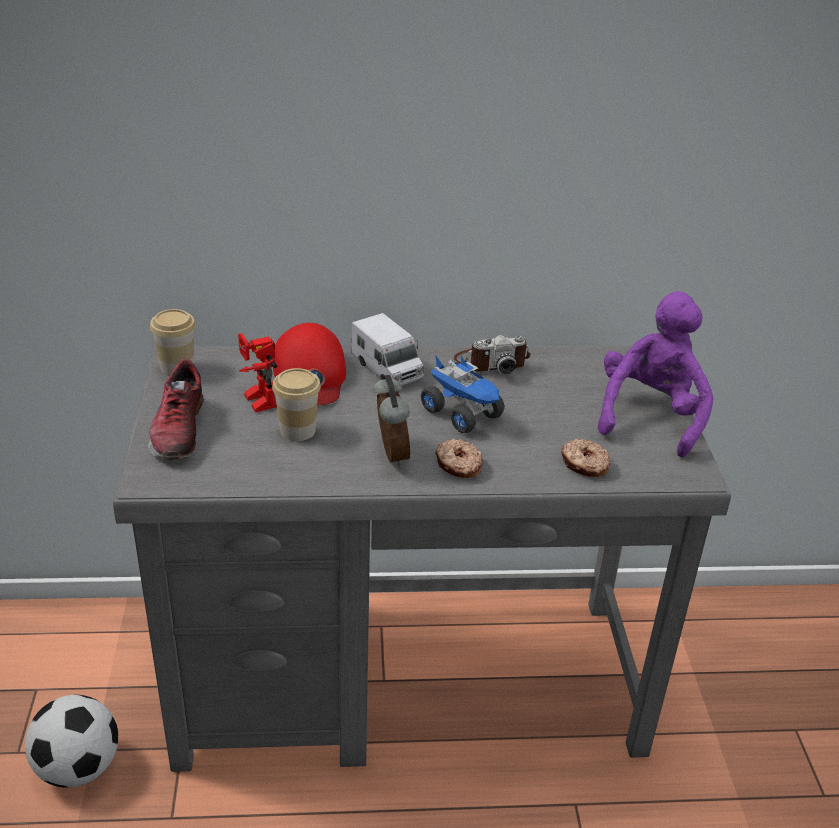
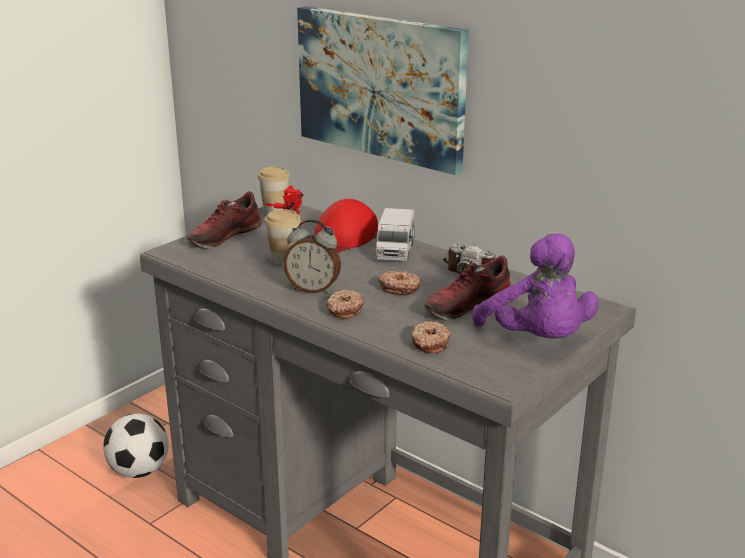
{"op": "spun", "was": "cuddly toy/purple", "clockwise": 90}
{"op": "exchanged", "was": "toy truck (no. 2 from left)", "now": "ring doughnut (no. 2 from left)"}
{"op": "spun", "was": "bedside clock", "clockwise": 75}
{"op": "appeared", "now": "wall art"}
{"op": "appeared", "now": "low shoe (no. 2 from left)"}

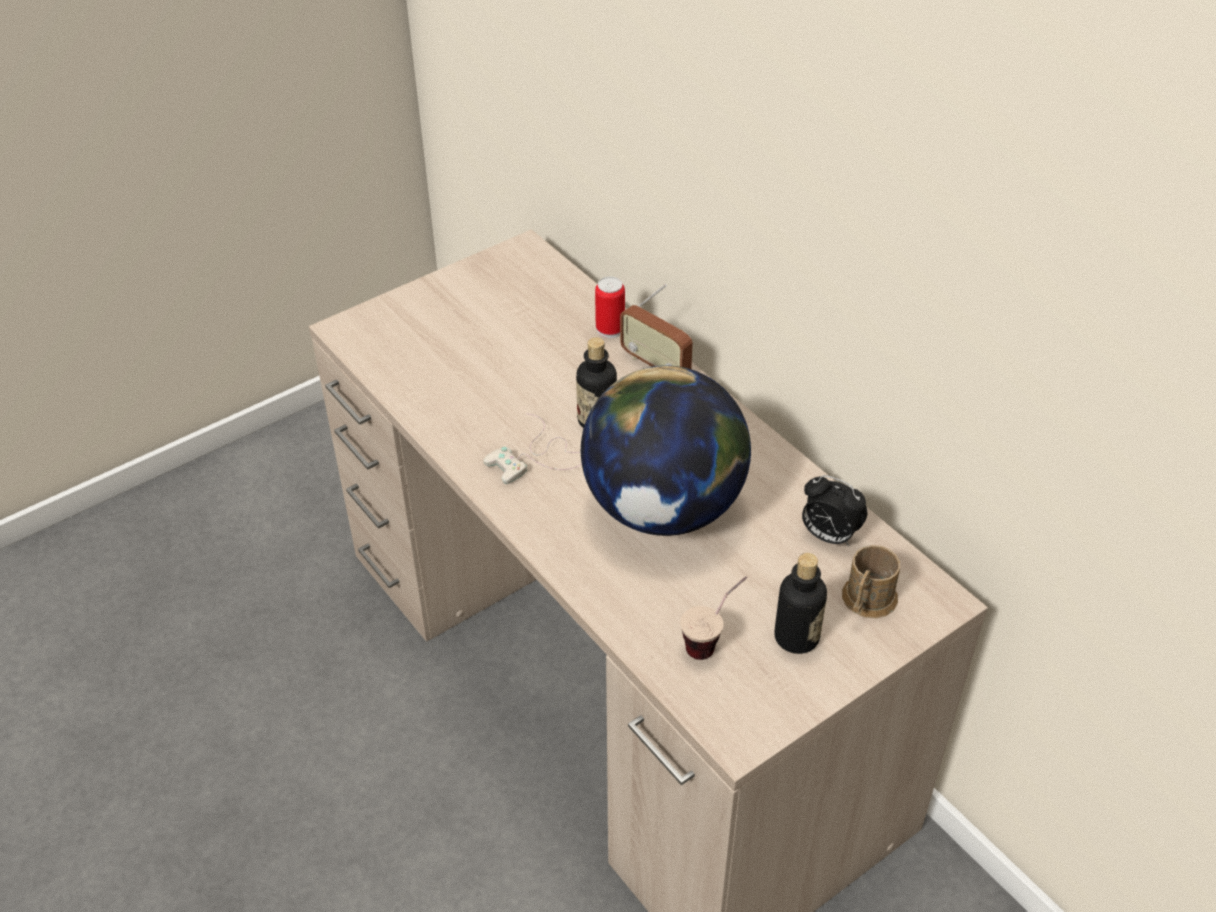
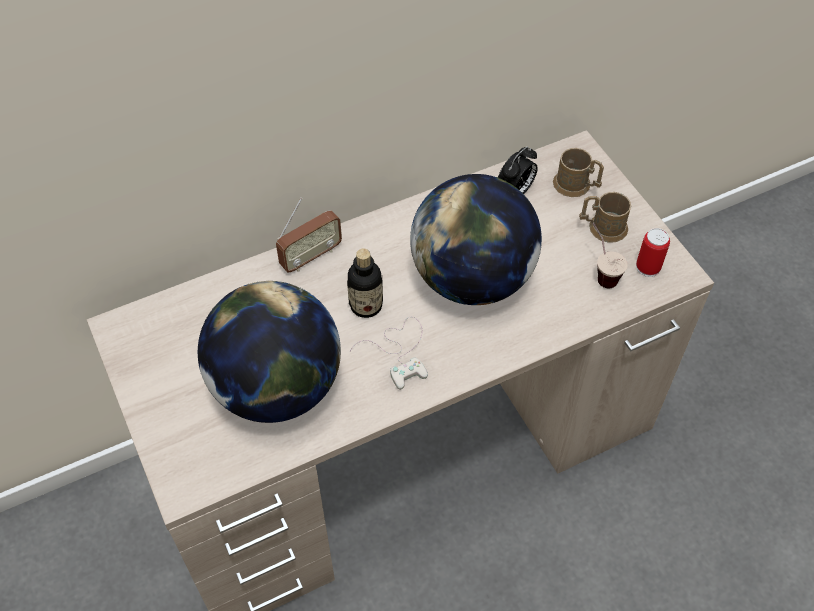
{"op": "relocated", "was": "sealed can"}
{"op": "exchanged", "was": "bottle (no. 2 from left)", "now": "coffee mug/brown-coloured (no. 2 from left)"}
{"op": "appeared", "now": "world globe (no. 1 from left)"}

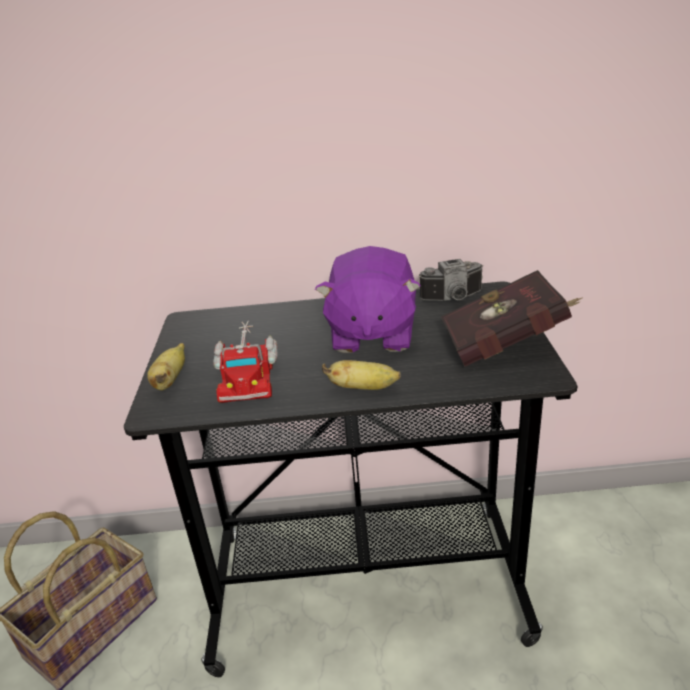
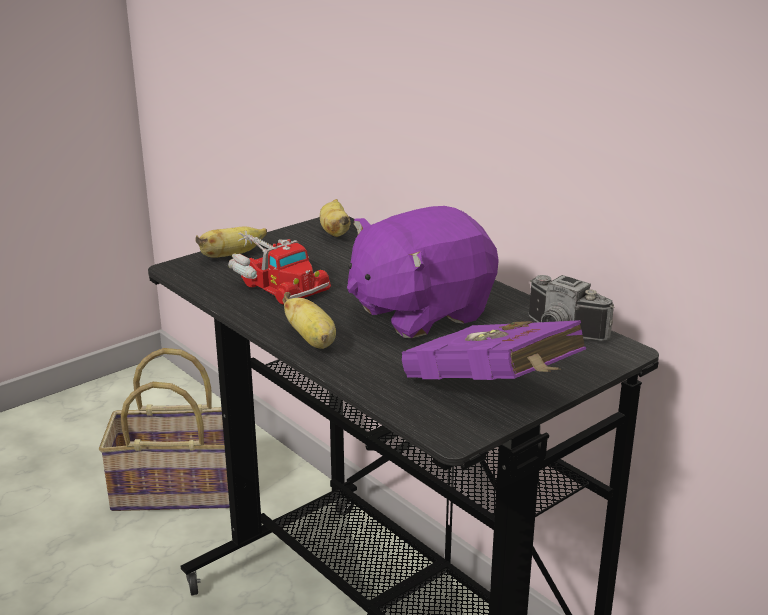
{"op": "colour", "was": "bound book/reddish", "now": "bound book/purple"}
{"op": "spun", "was": "toy truck", "clockwise": -90}
{"op": "appeared", "now": "banana fruit (no. 3 from left)"}

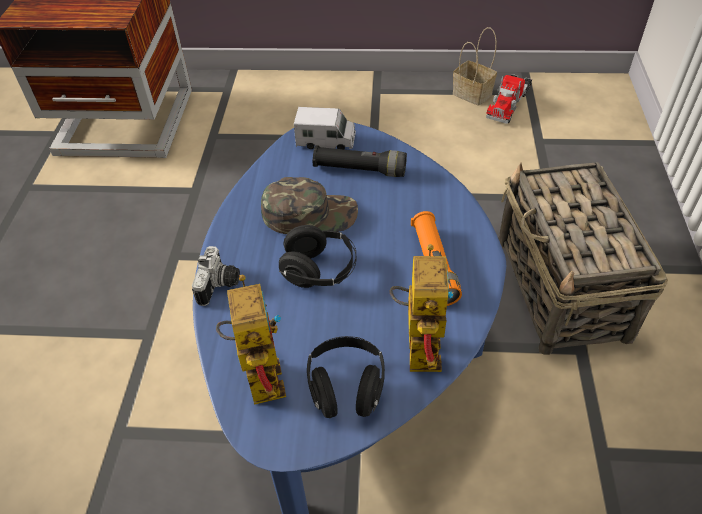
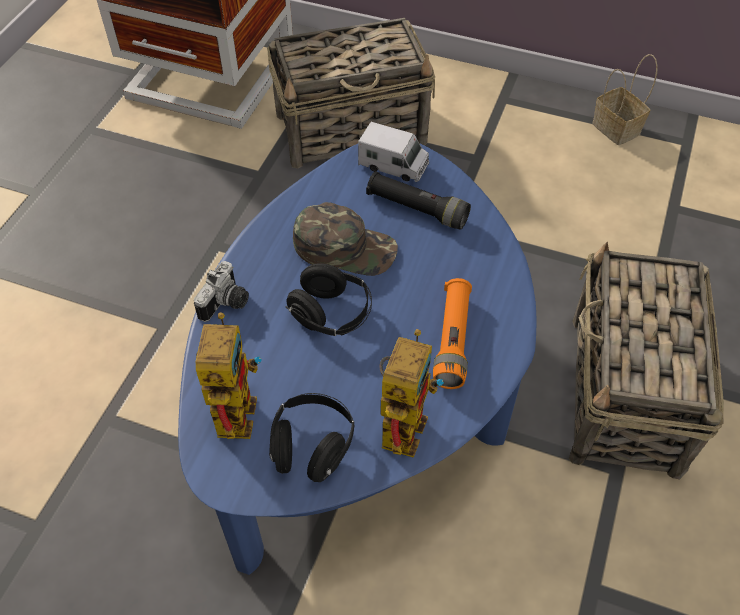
{"op": "missing", "was": "toy truck (no. 2 from left)"}
{"op": "appeared", "now": "storage basket (no. 1 from left)"}

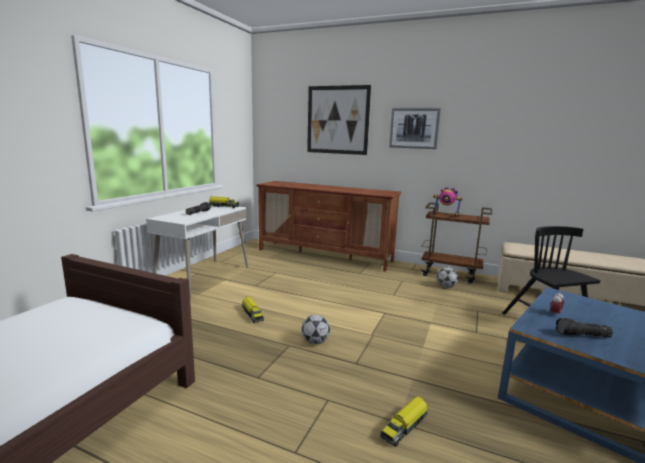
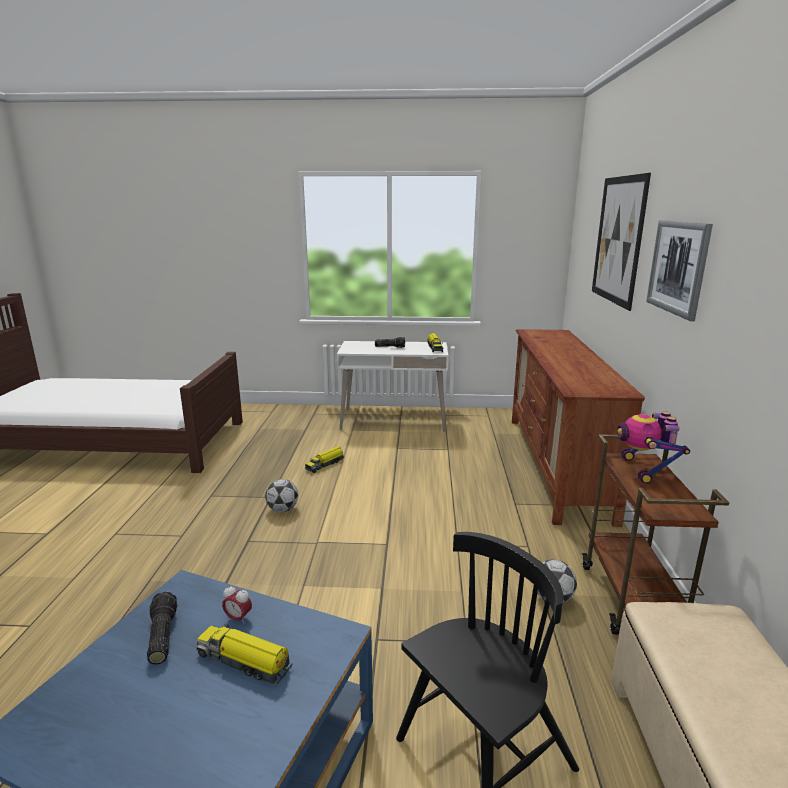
{"op": "relocated", "was": "toy truck (no. 3 from left in the first image)", "now": "toy truck (no. 1 from left)"}

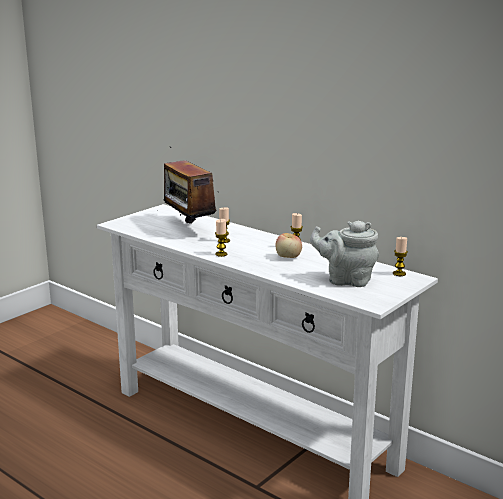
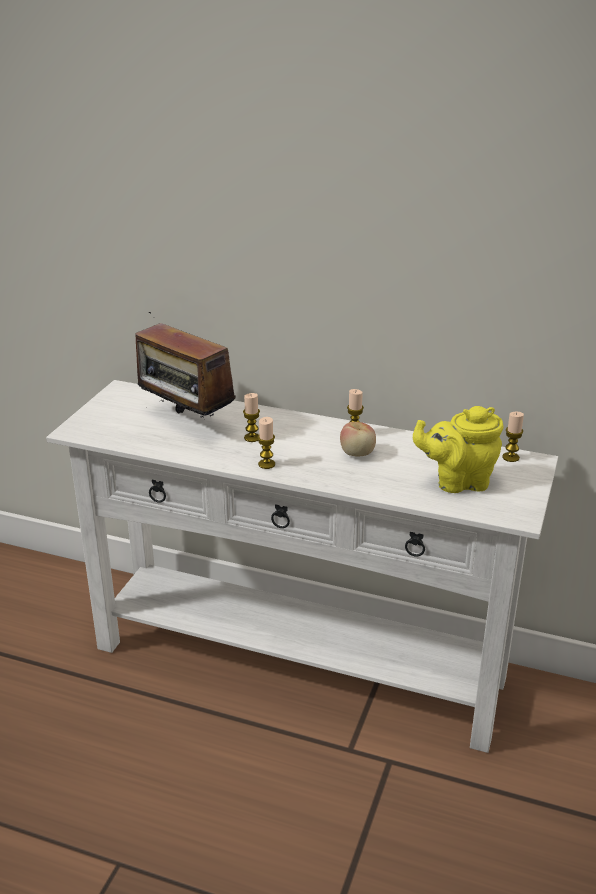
{"op": "colour", "was": "pot for tea/greyish", "now": "pot for tea/yellow"}

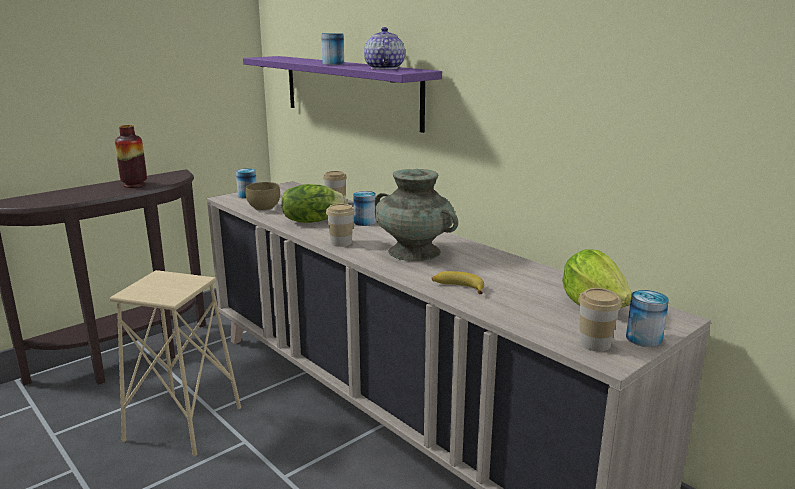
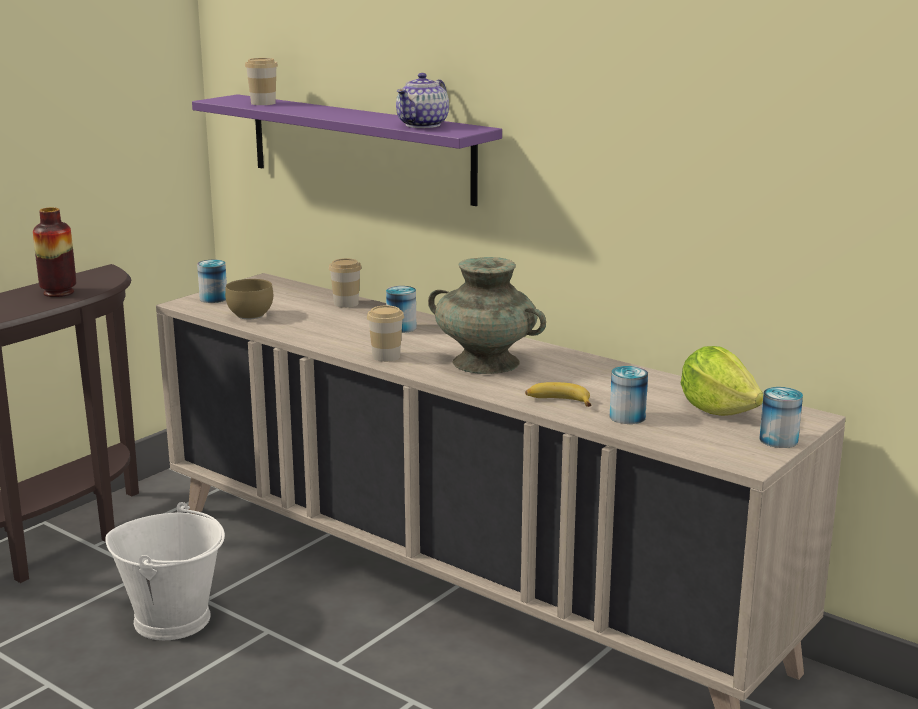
{"op": "spun", "was": "pot for tea", "clockwise": -135}
{"op": "relocated", "was": "sealed can (no. 2 from left in the first image)", "now": "sealed can (no. 3 from left)"}
{"op": "missing", "was": "lettuce head (no. 1 from left)"}
{"op": "exchanged", "was": "stool seat/sand-coloured", "now": "bucket/white"}
{"op": "relocated", "was": "cup (no. 3 from left in the first image)", "now": "cup (no. 1 from left)"}

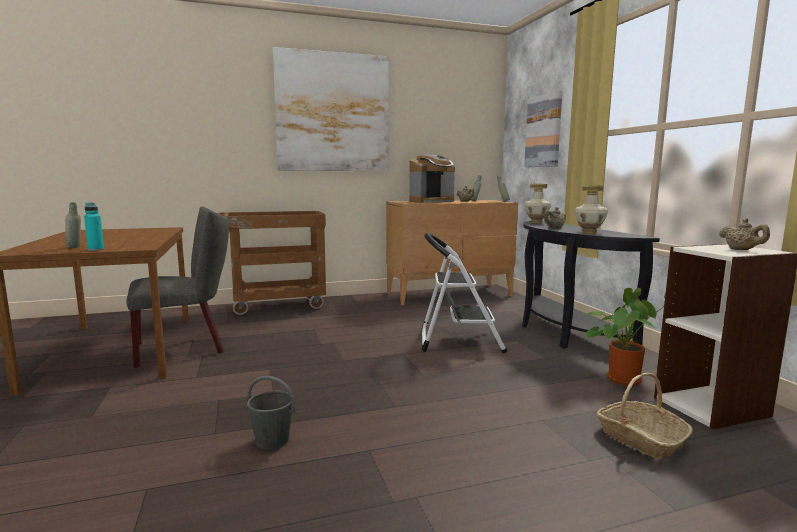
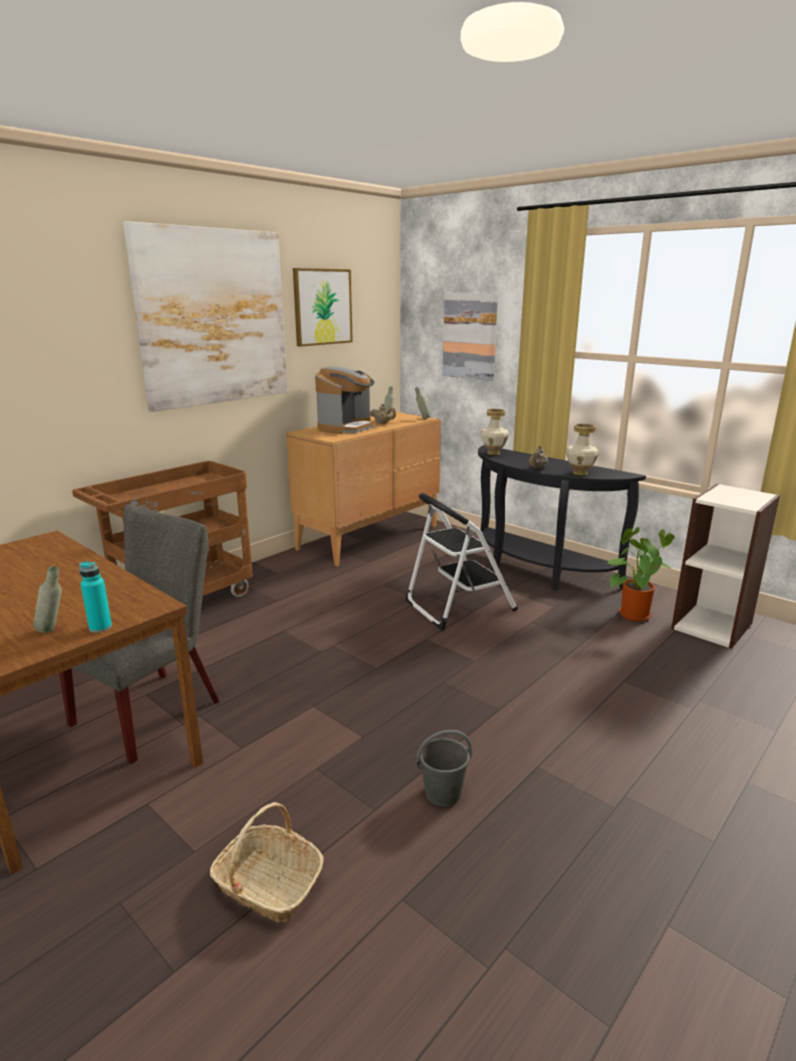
{"op": "missing", "was": "pot for tea/sand-coloured (no. 3 from left)"}
{"op": "relocated", "was": "storage basket"}
{"op": "appeared", "now": "wall art (no. 2 from left)"}

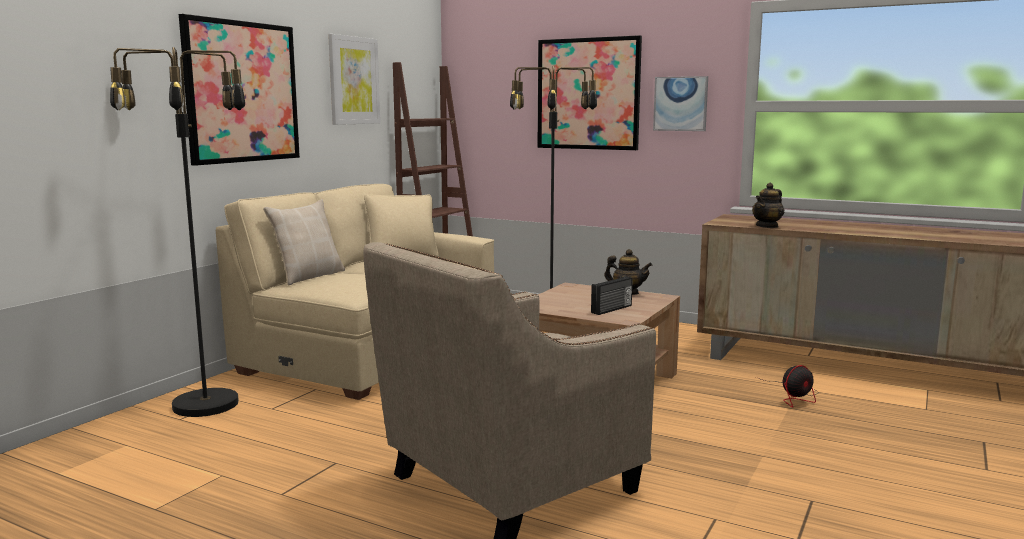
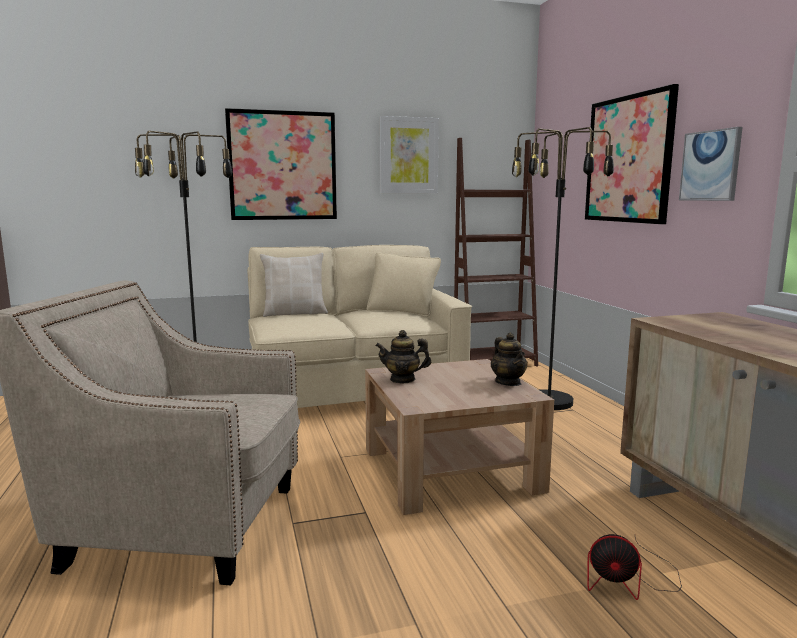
{"op": "relocated", "was": "pot for tea (no. 2 from left in the first image)", "now": "pot for tea (no. 1 from left)"}
{"op": "missing", "was": "radio"}

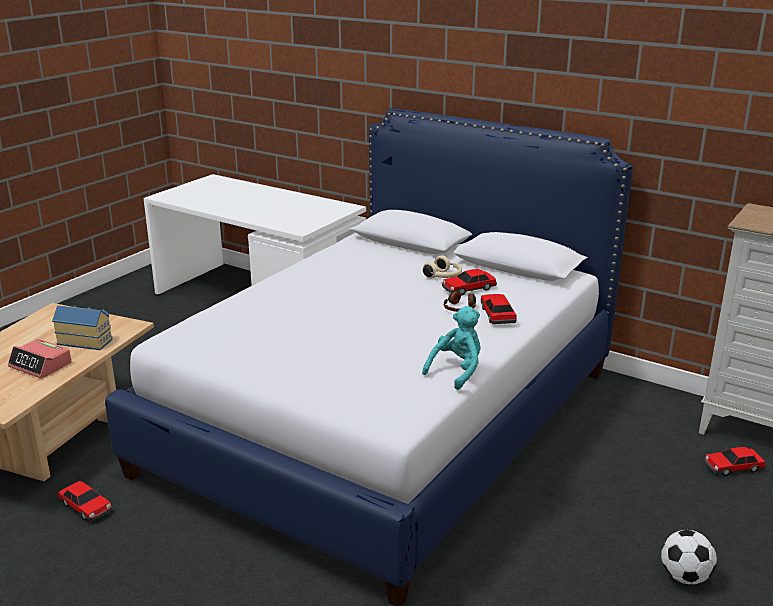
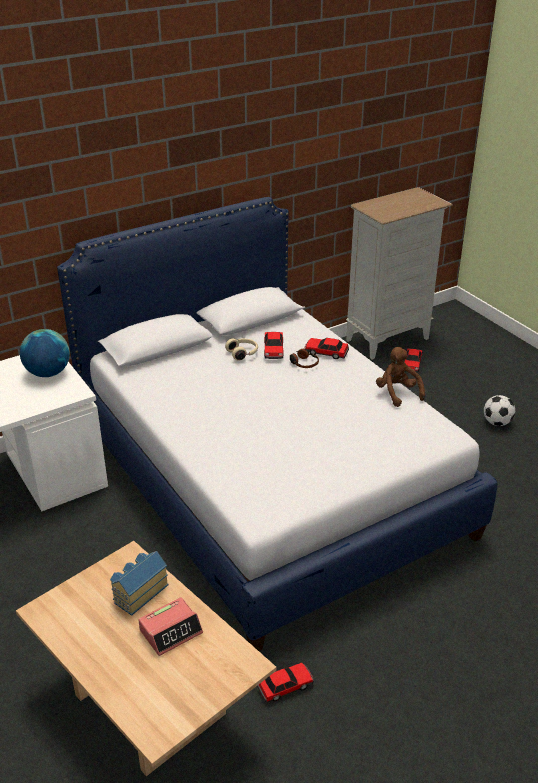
{"op": "colour", "was": "cuddly toy/turquoise", "now": "cuddly toy/brown-coloured"}
{"op": "appeared", "now": "world globe"}

